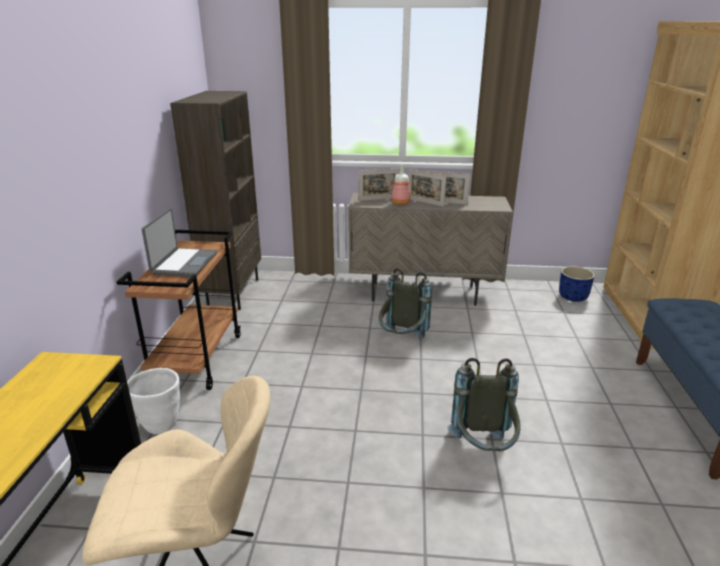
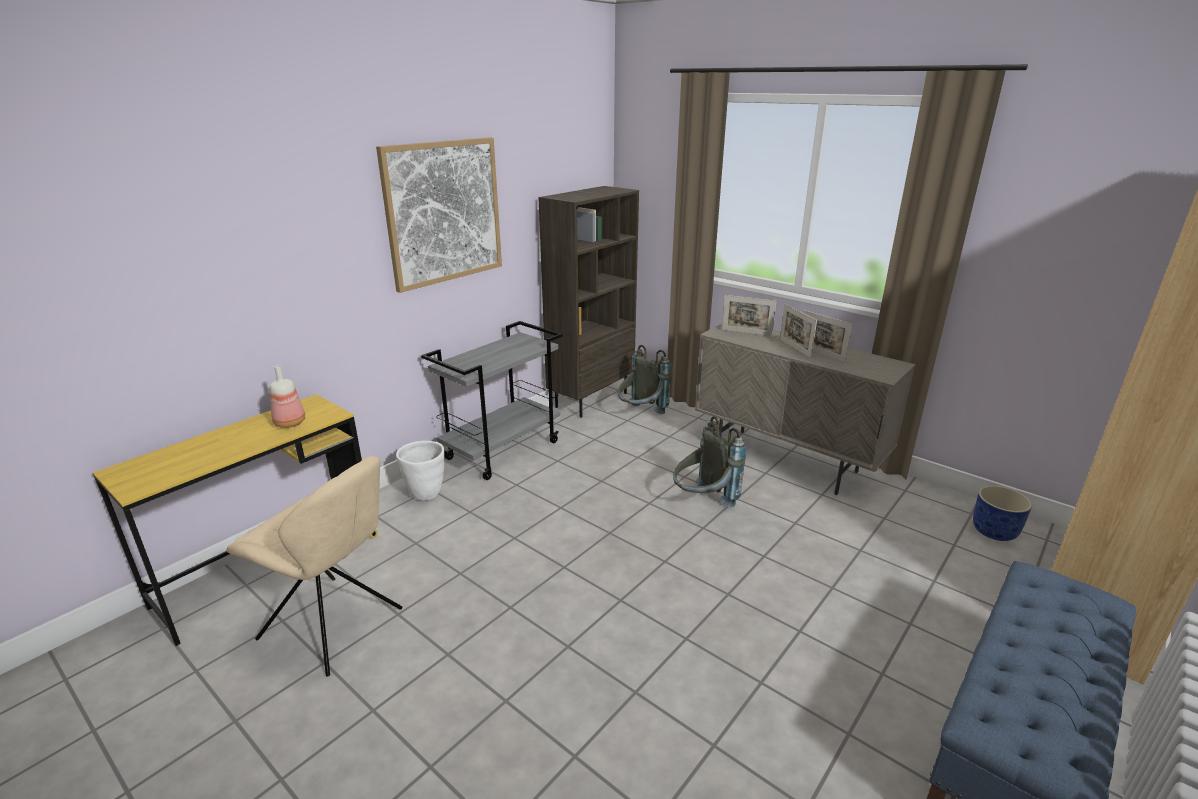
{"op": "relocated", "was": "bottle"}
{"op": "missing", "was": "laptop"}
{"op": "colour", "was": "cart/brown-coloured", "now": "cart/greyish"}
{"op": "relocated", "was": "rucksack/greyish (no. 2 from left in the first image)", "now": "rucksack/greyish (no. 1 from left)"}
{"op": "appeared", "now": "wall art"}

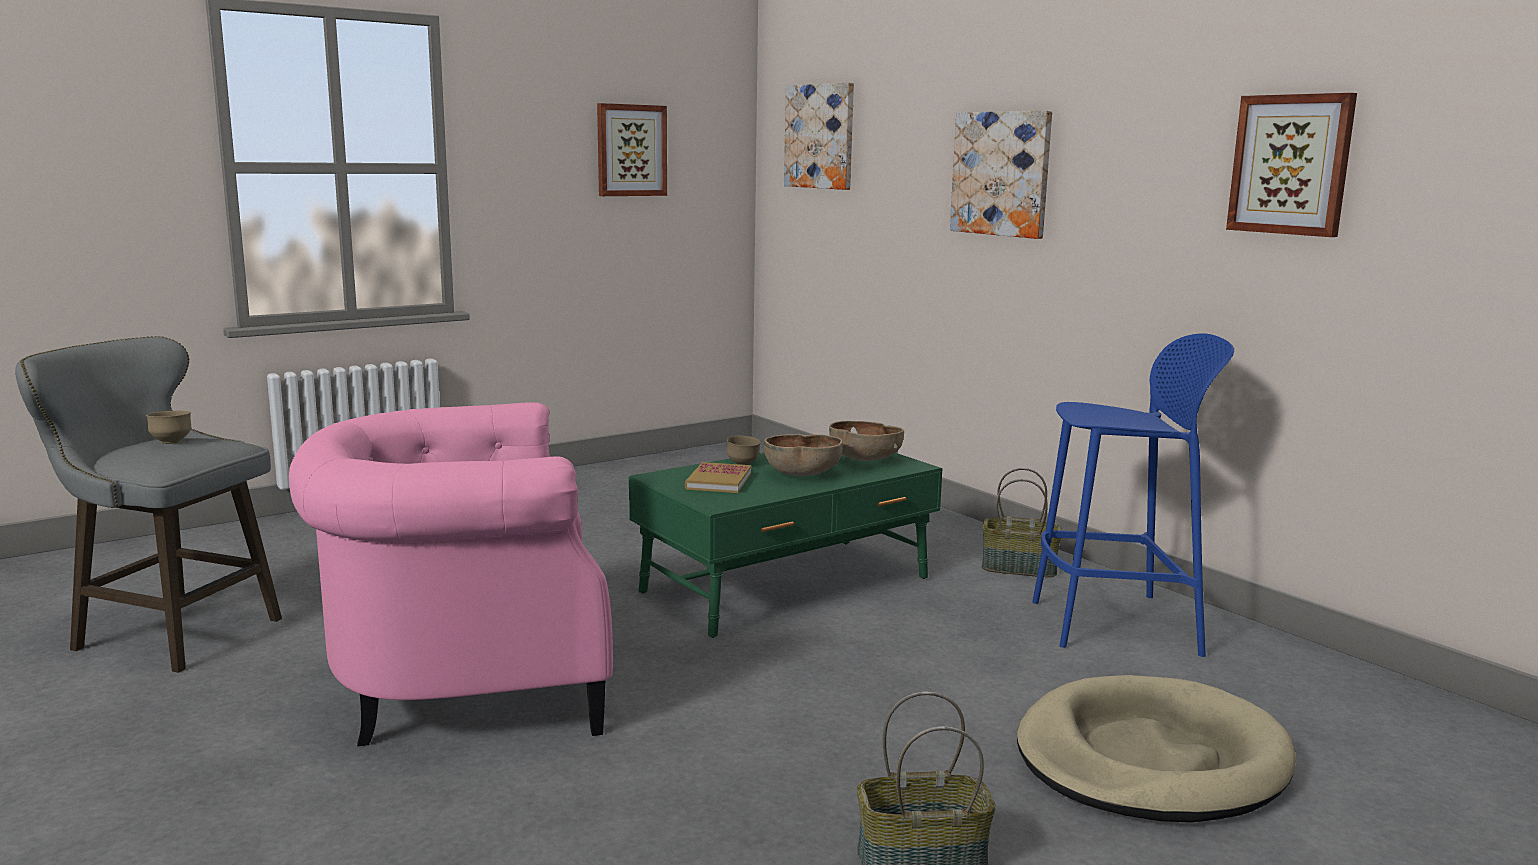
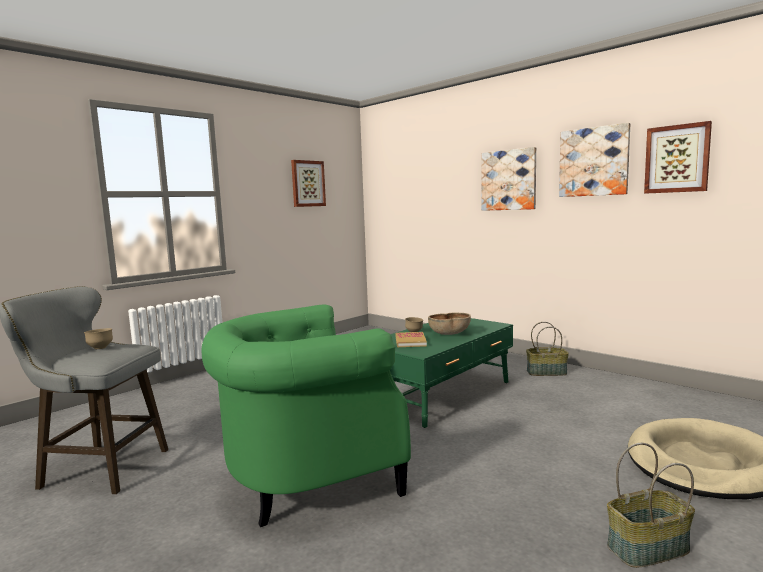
{"op": "relocated", "was": "wall art (no. 2 from left in the first image)", "now": "wall art (no. 3 from left)"}
{"op": "missing", "was": "stool seat/blue-coloured"}
{"op": "colour", "was": "armchair/pink", "now": "armchair/greenish"}
{"op": "missing", "was": "bowl/brown-coloured (no. 4 from left)"}

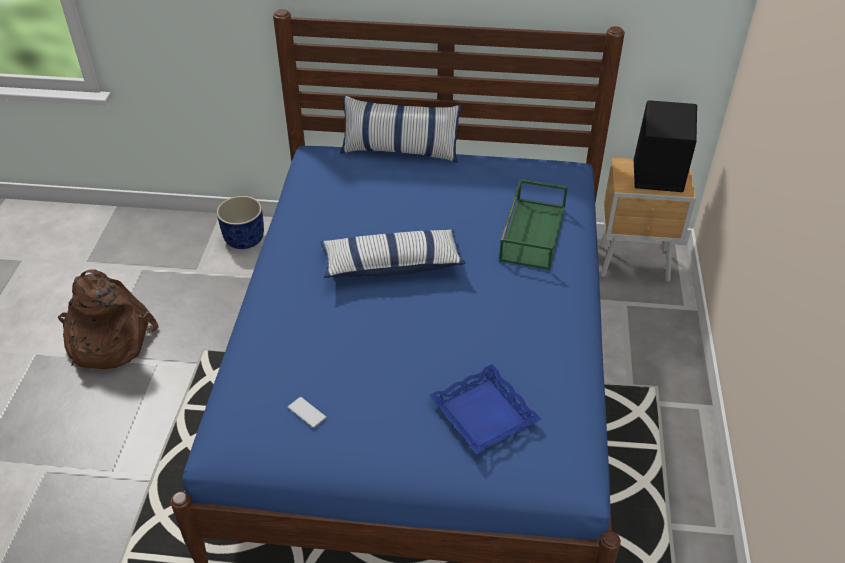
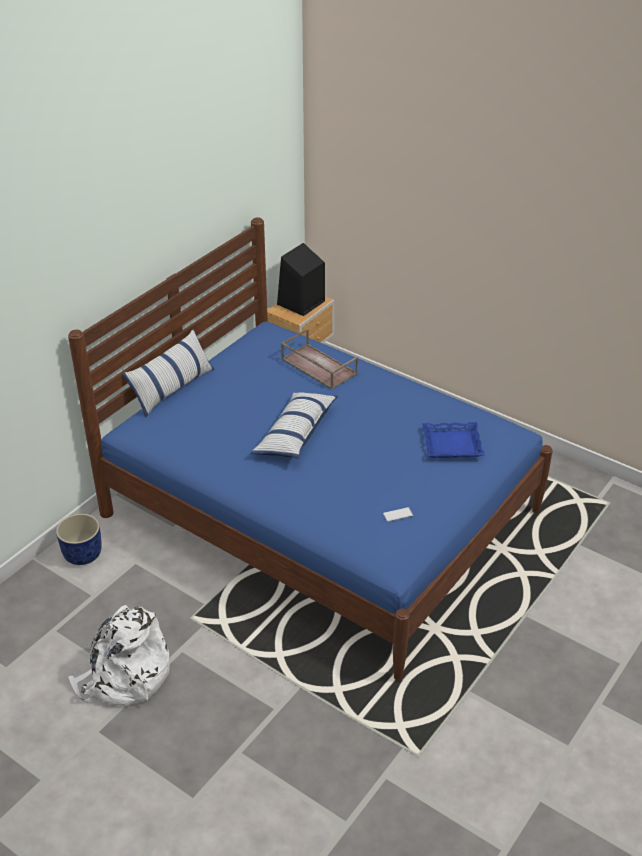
{"op": "colour", "was": "carrying tray/greenish", "now": "carrying tray/brown-coloured"}
{"op": "colour", "was": "rucksack/brown-coloured", "now": "rucksack/white"}

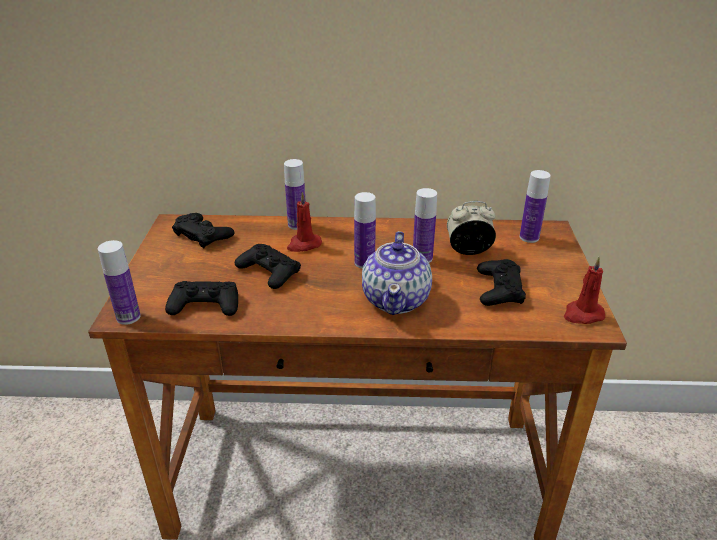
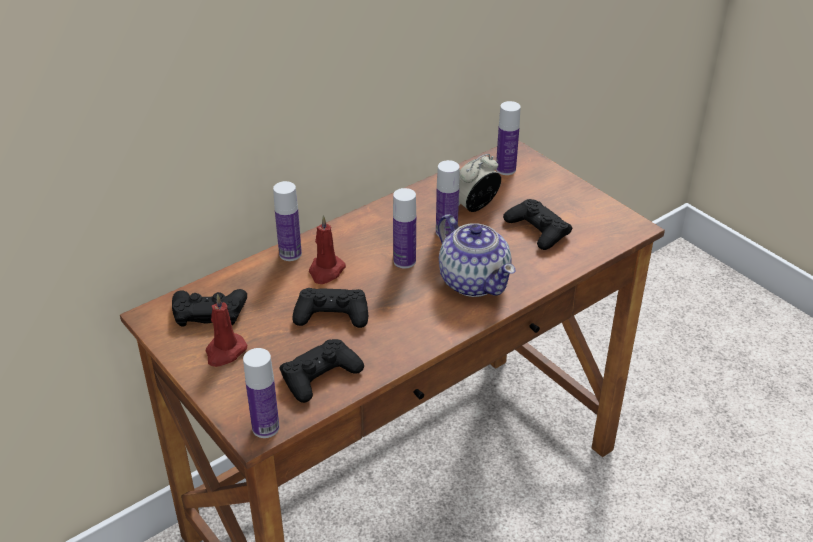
{"op": "relocated", "was": "candle/reddish (no. 2 from left in the first image)", "now": "candle/reddish (no. 1 from left)"}

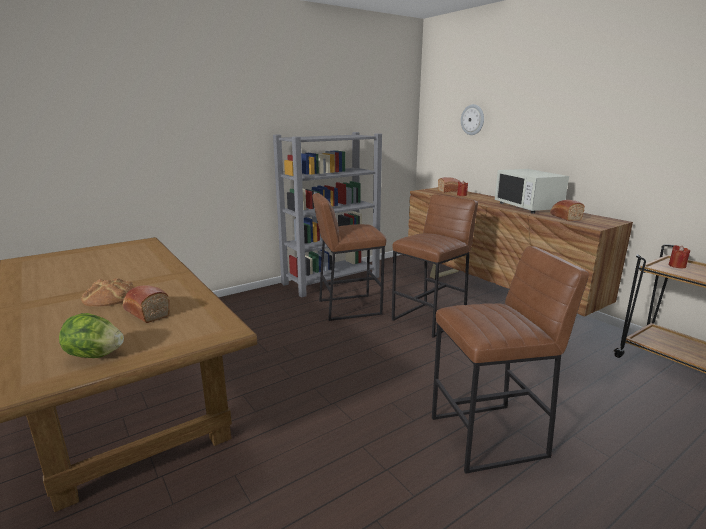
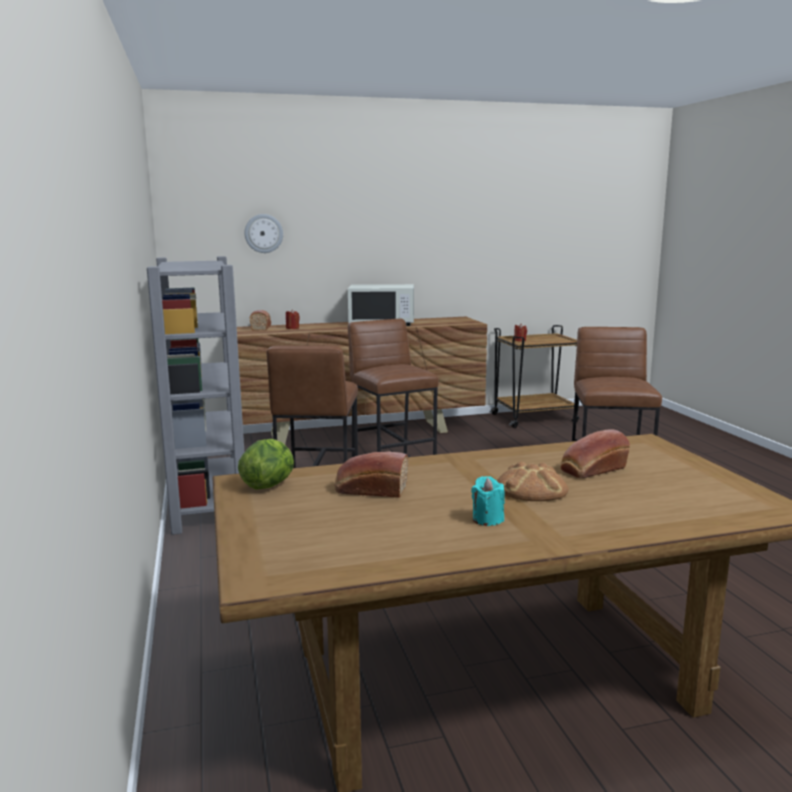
{"op": "relocated", "was": "bakery bread (no. 4 from left in the first image)", "now": "bakery bread (no. 2 from left)"}
{"op": "relocated", "was": "lettuce head"}
{"op": "appeared", "now": "candle/turquoise"}

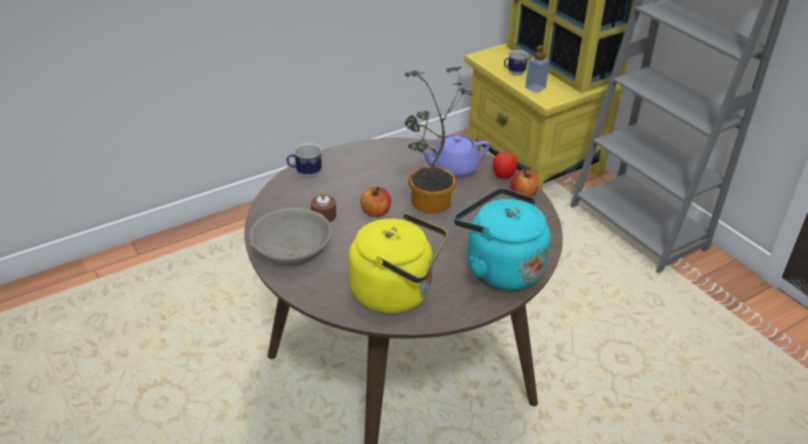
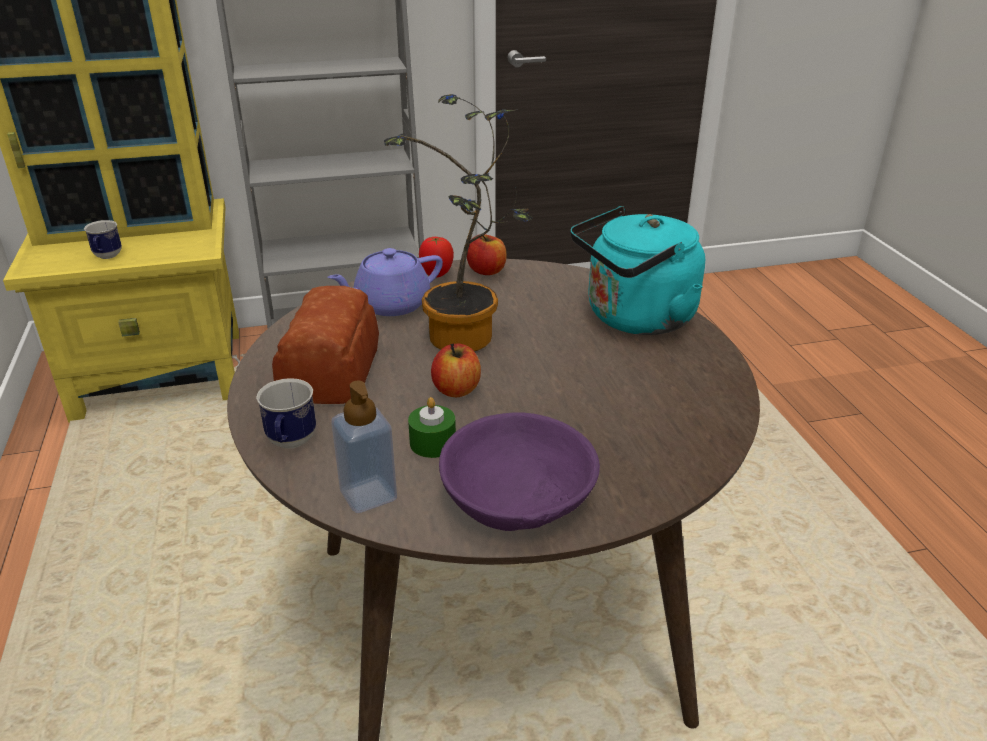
{"op": "relocated", "was": "liquid soap bottle"}
{"op": "spun", "was": "pot for tea/purple", "clockwise": 60}
{"op": "colour", "was": "candle/brown-coloured", "now": "candle/greenish"}
{"op": "colour", "was": "bowl/greyish", "now": "bowl/purple"}
{"op": "missing", "was": "water kettle/yellow"}
{"op": "appeared", "now": "bakery bread"}

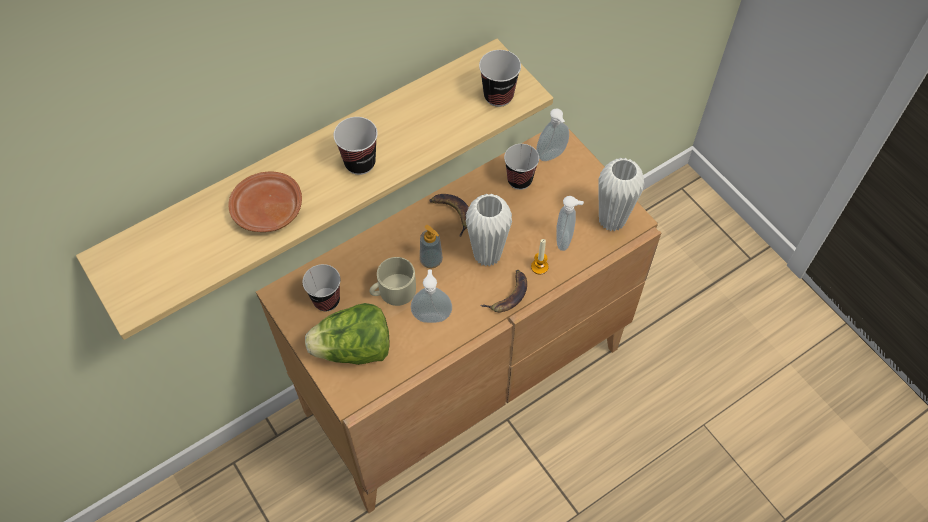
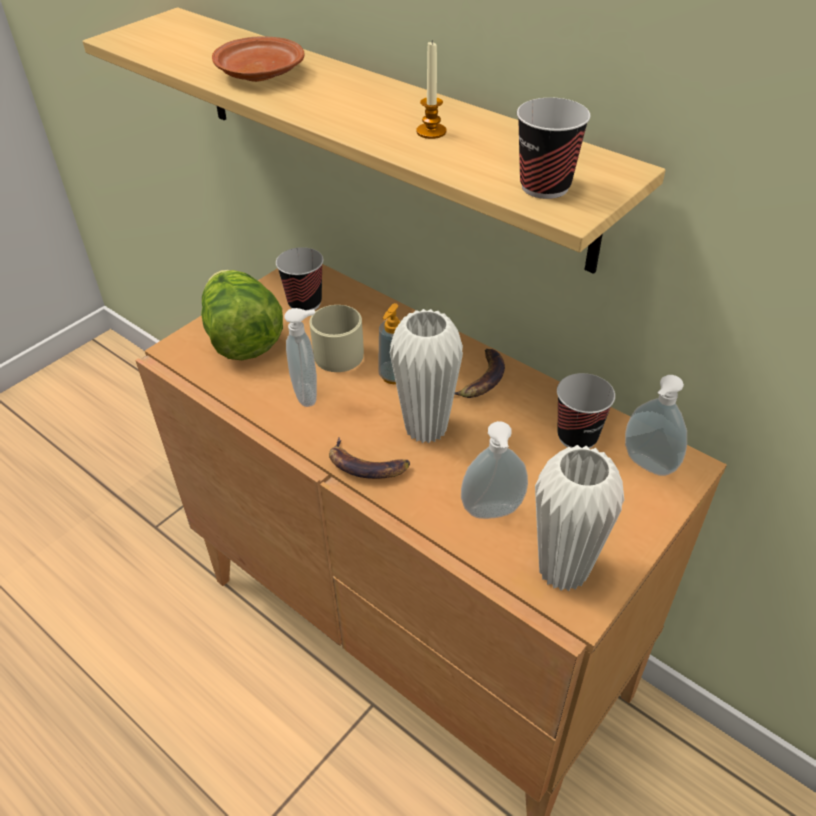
{"op": "missing", "was": "cup (no. 2 from left)"}
{"op": "relocated", "was": "candle"}

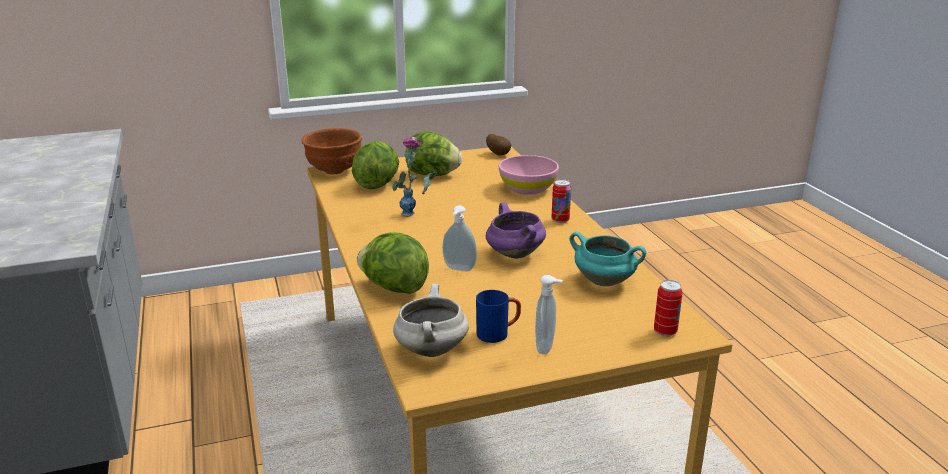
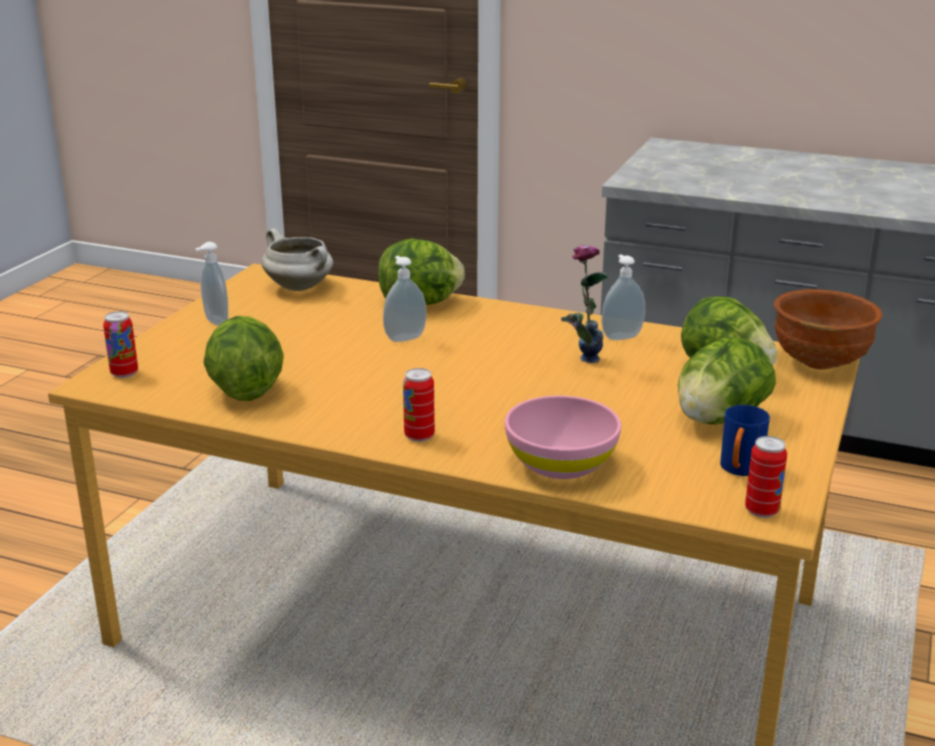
{"op": "exchanged", "was": "potato", "now": "sealed can (no. 3 from left)"}
{"op": "missing", "was": "stockpot/purple"}
{"op": "exchanged", "was": "stockpot/turquoise", "now": "lettuce head (no. 1 from left)"}
{"op": "relocated", "was": "coffee mug/blue-coloured"}
{"op": "appeared", "now": "liquid soap bottle (no. 3 from left)"}

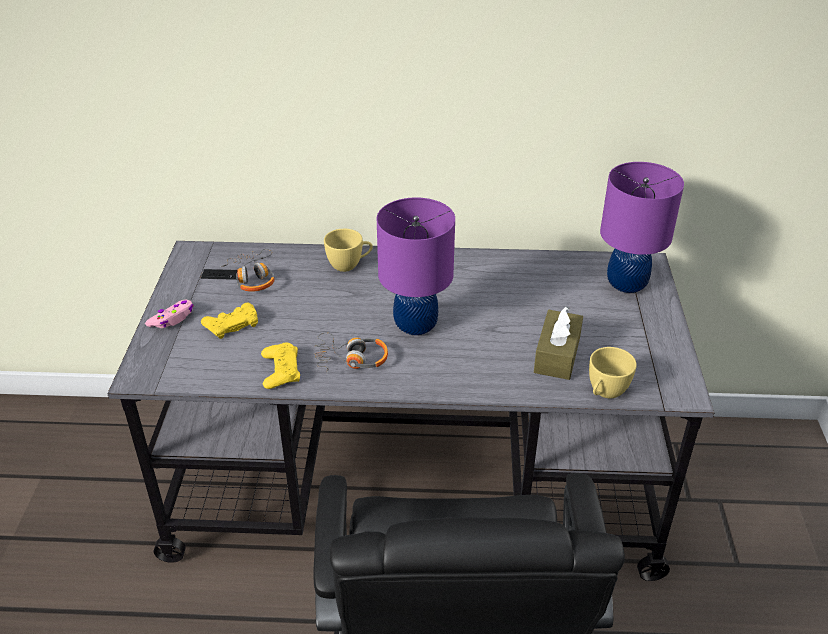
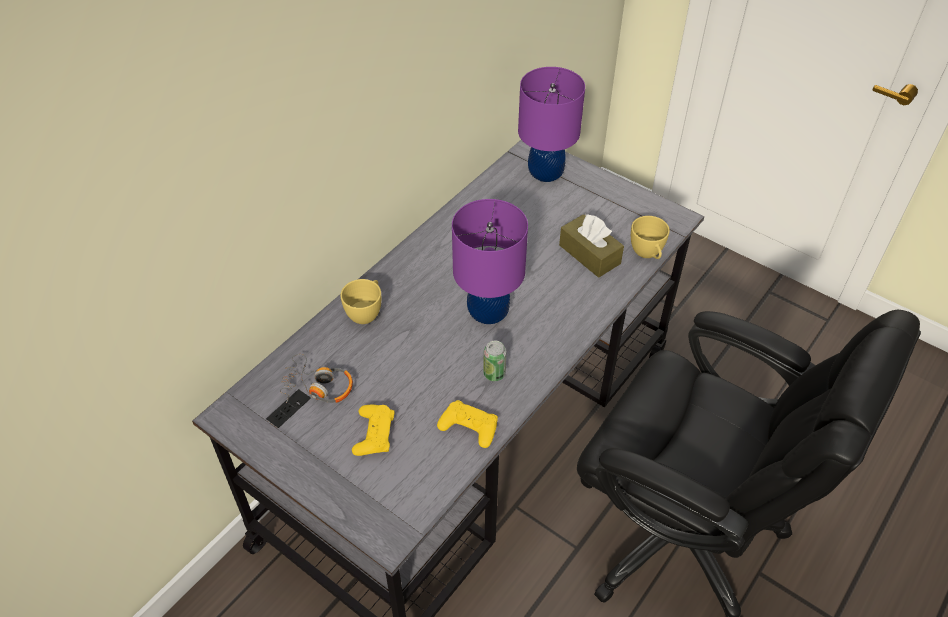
{"op": "missing", "was": "joypad/pink"}
{"op": "exchanged", "was": "pair of headphones (no. 2 from left)", "now": "sealed can"}

